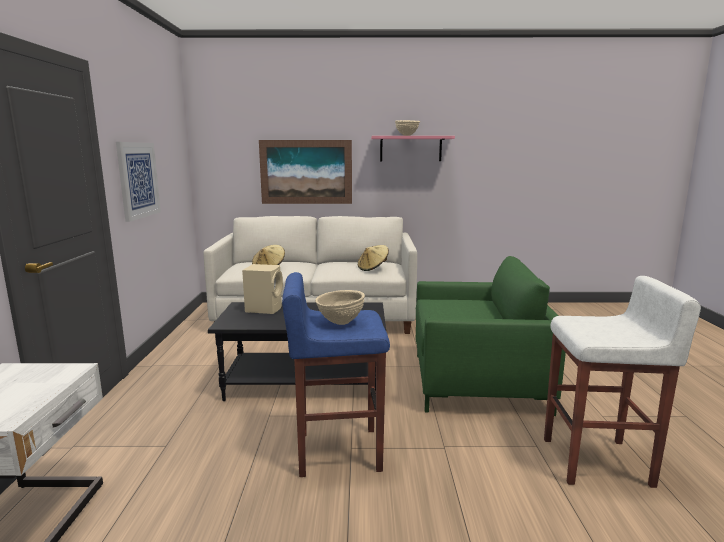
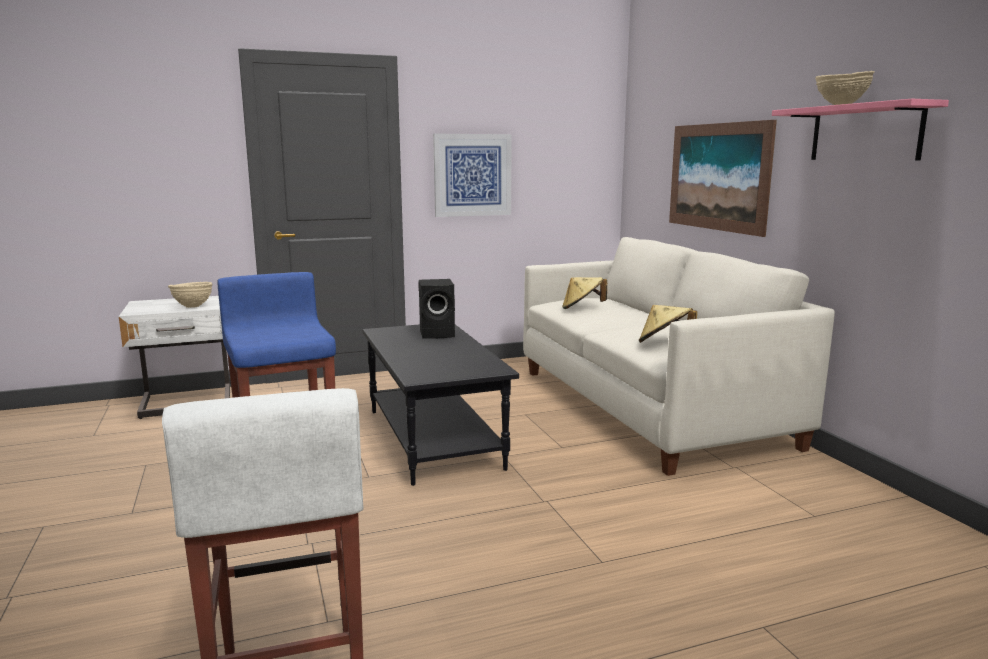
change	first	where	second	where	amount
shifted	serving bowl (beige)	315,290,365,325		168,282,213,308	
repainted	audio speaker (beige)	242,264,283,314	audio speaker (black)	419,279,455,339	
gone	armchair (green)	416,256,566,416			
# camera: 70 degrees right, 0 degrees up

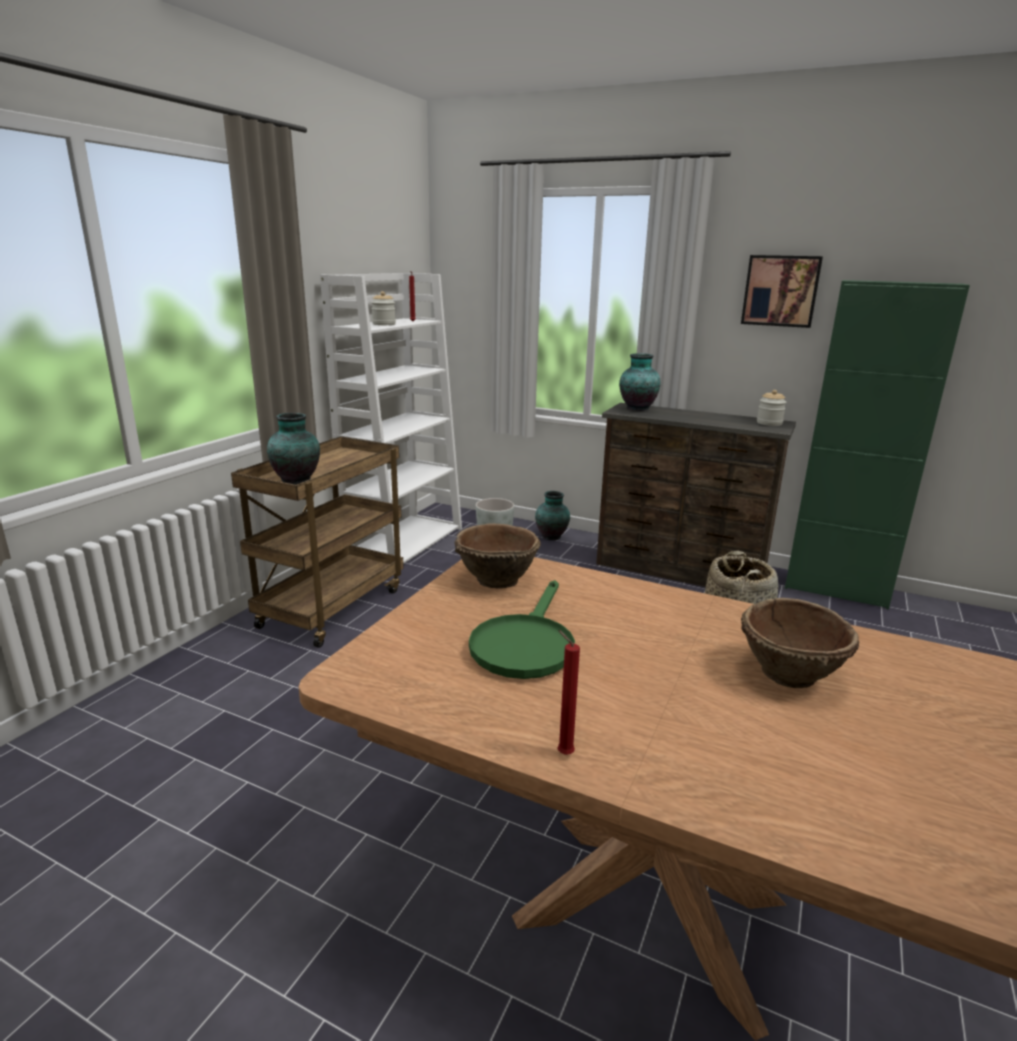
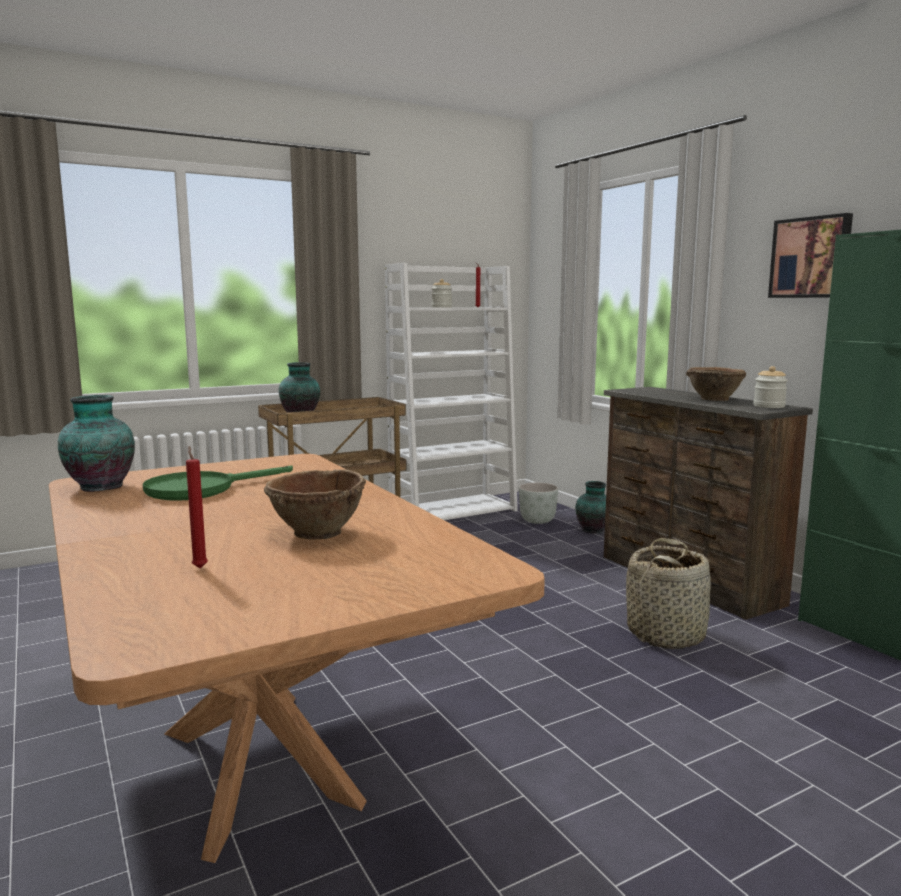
change	first	where	second	where	amount
shifted	vase	619,353,661,411		58,395,135,492	
shifted	candle (reddish)	557,630,580,755		186,446,208,568	
shifted	serving bowl (brown-coloured)	454,523,541,589		686,367,746,401	
# camera: 35 degrees right, 10 degrees down

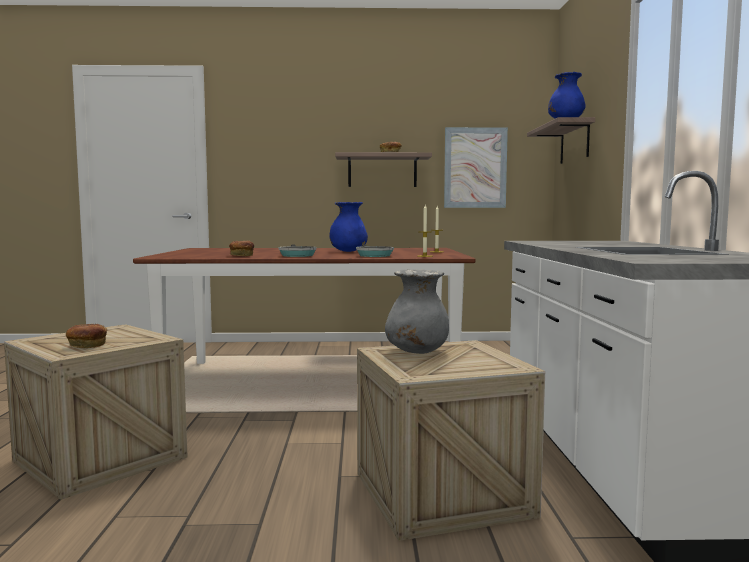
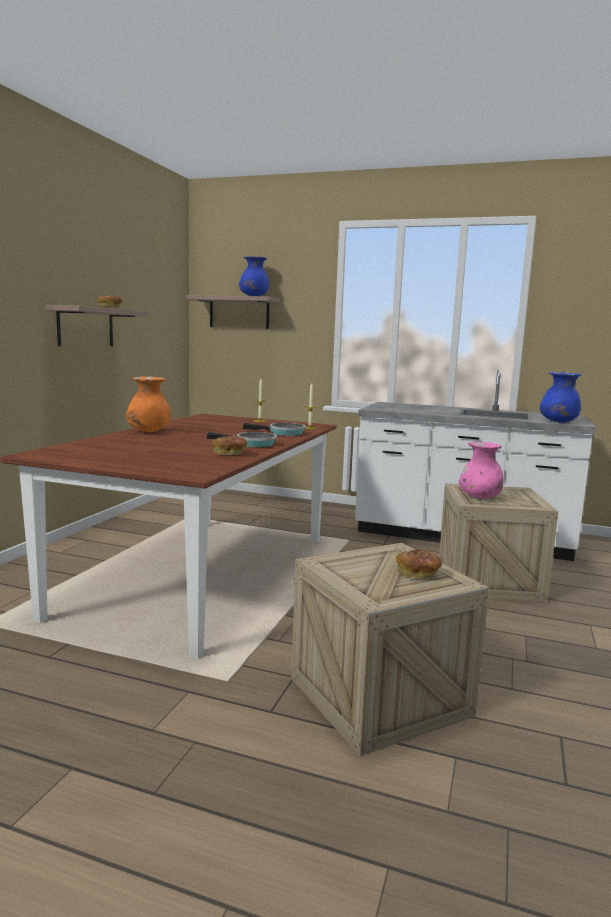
change	first	where	second	where	amount
new			vase (orange-coloured)	126,376,171,432	
repainted	vase (grey)	385,269,449,354	vase (pinkish)	459,442,504,498	
shifted	vase (blue)	329,202,368,252		540,372,581,423	
gone	wall picture	444,127,508,208			
# camera: 70 degrees left, 5 degrees up

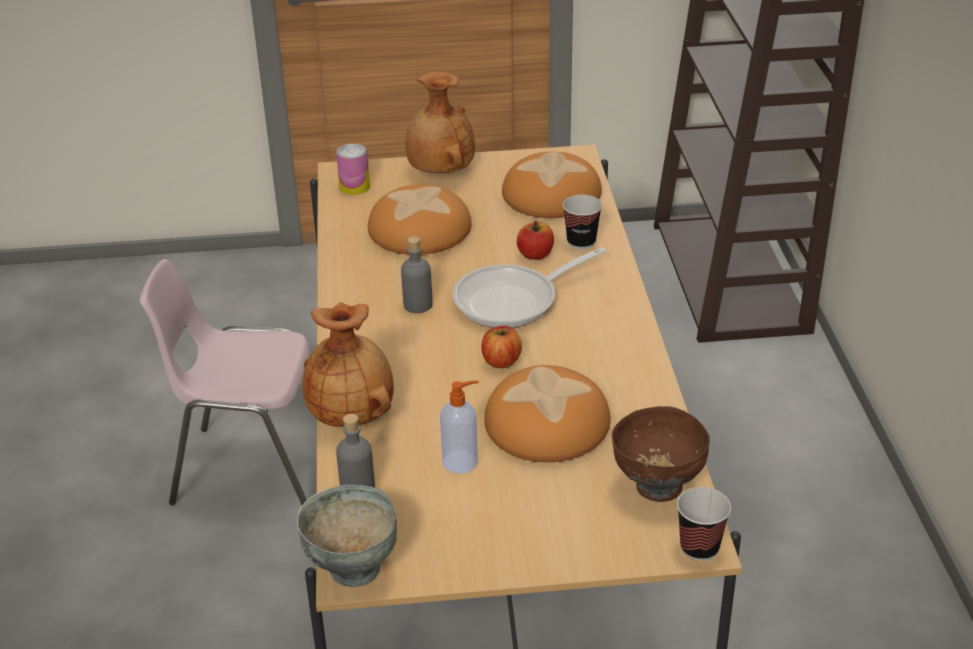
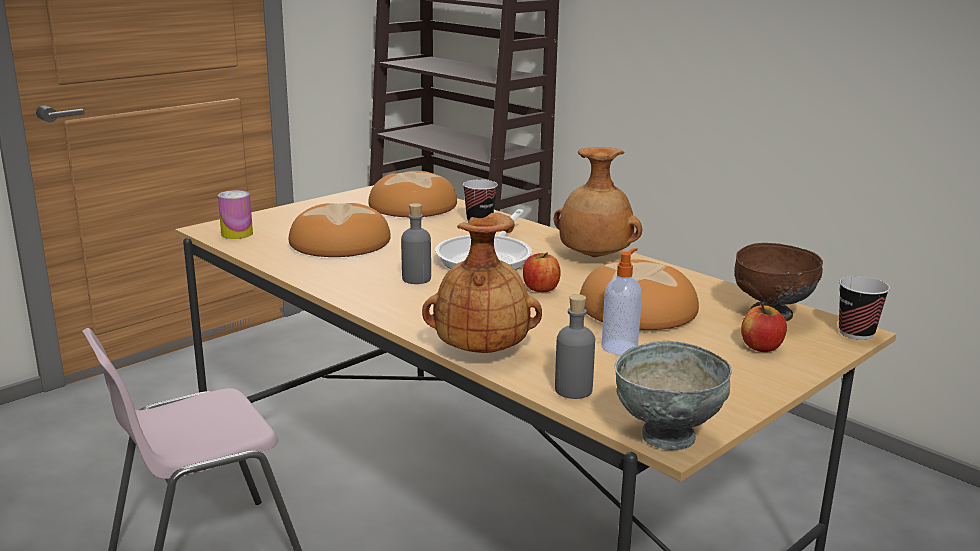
change	first	where	second	where	amount
shifted	vase (brown-coloured)	405,72,475,173		554,147,642,257	
shifted	apple fruit	517,221,554,260		741,304,787,352	
# camera: 40 degrees left, 15 degrees down

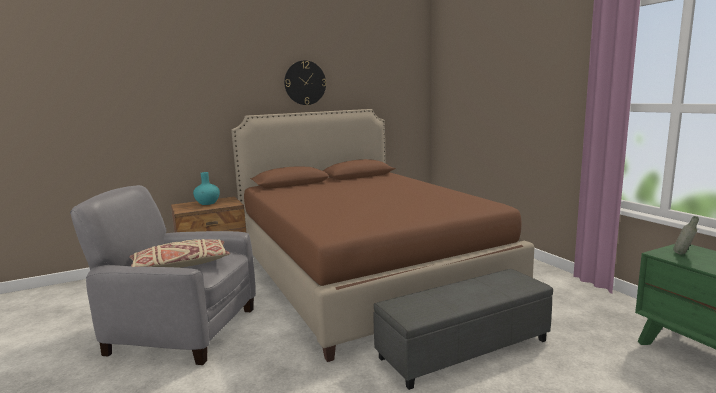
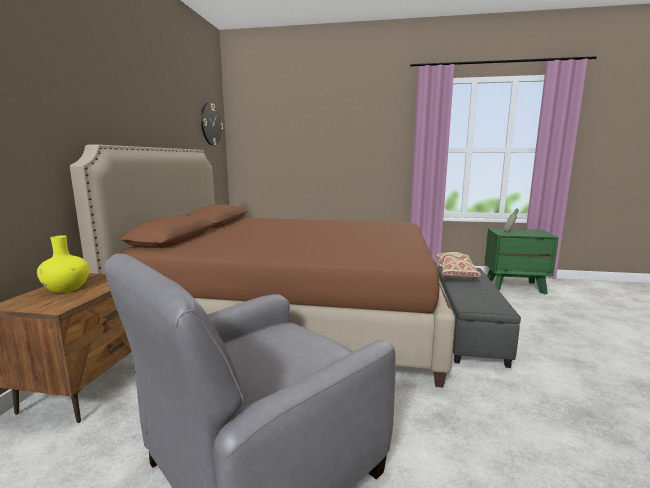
change	first	where	second	where	amount
repainted	vase (blue-green)	193,172,220,205	vase (yellow)	37,235,89,293	
shifted	wall clock	284,60,326,105		201,102,223,145	
shifted	pillow (beige)	129,239,230,268		436,252,481,280	
# camera: 55 degrees left, 0 degrees up

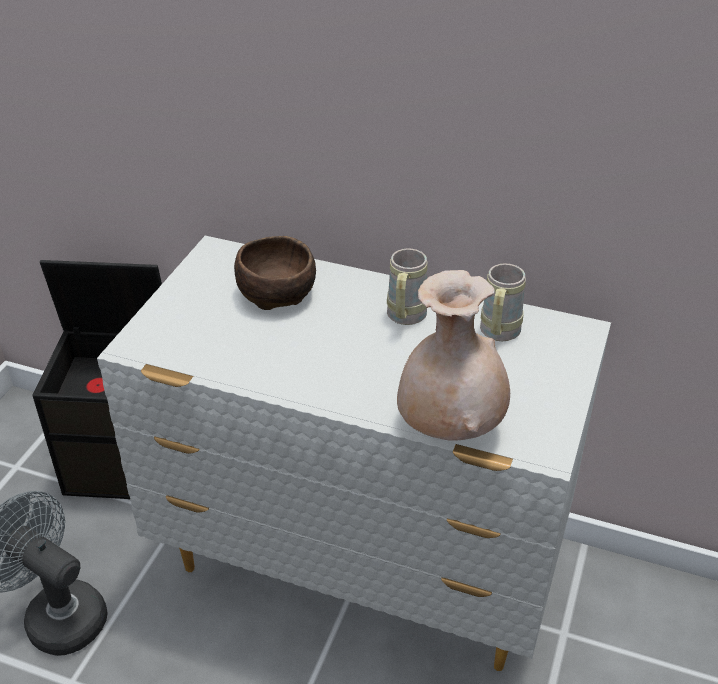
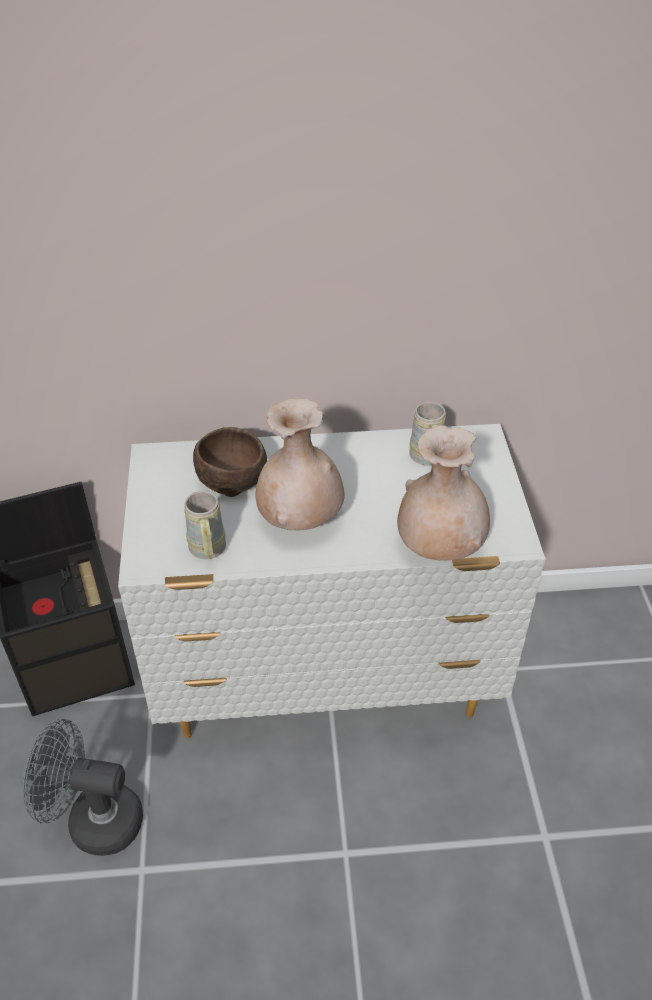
change	first	where	second	where	amount
shifted	mug (beige)	387,248,428,325		184,491,226,559	
new			vase (beige)	256,398,345,531	
# camera: 25 degrees left, 5 degrees up

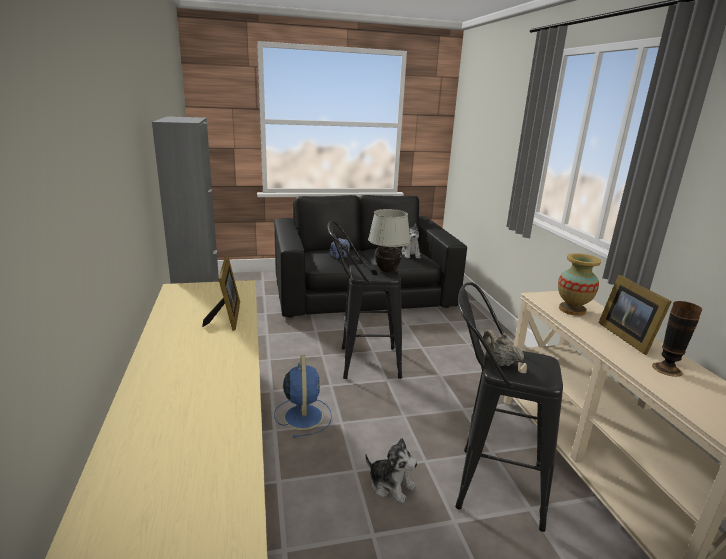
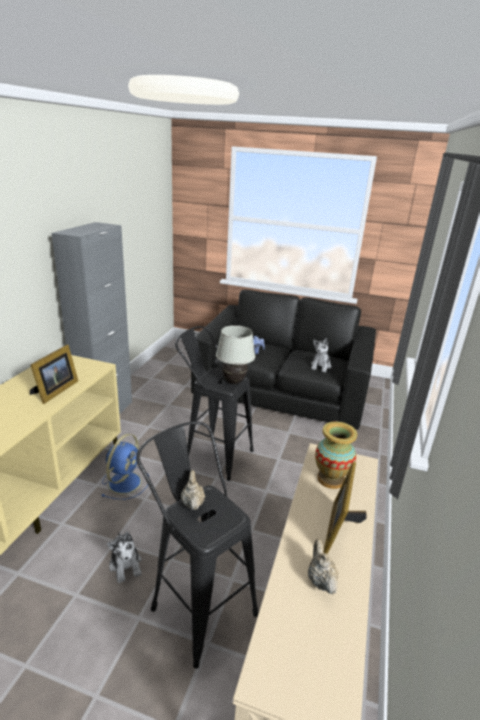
change	first	where	second	where	amount
swapped	vase	652,301,702,377	tea pot (beige)	308,539,339,595	
# camera: 30 degrees right, 5 degrees up

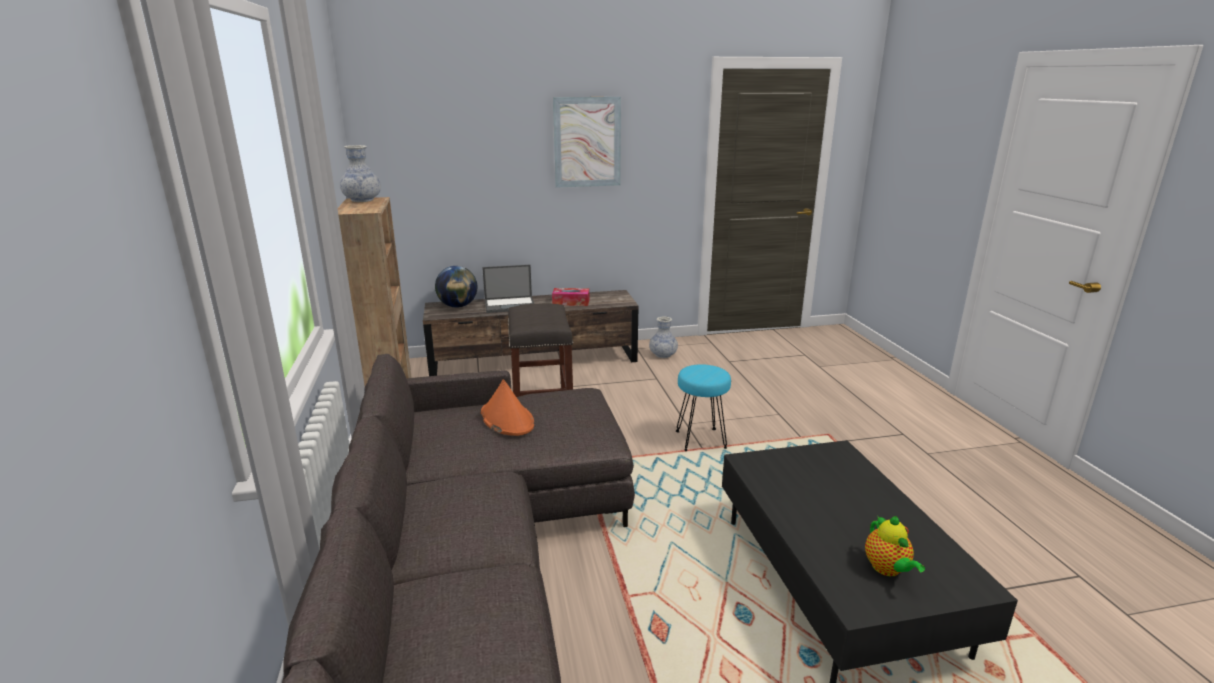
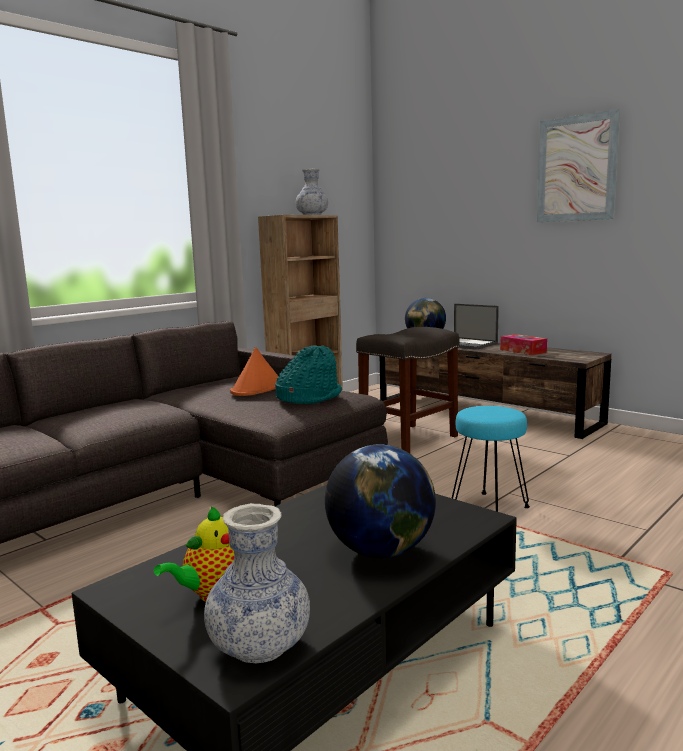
change	first	where	second	where	amount
shifted	vase	649,316,678,358		204,503,310,663	
new			wearable hat (blue-green)	275,346,342,404	
new			globe	325,444,436,558	
# camera: 55 degrees right, 10 degrees down

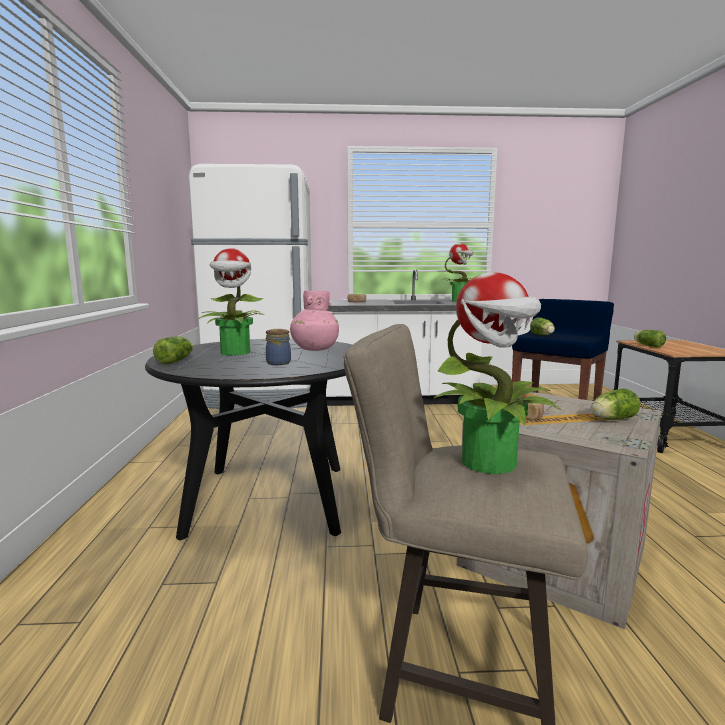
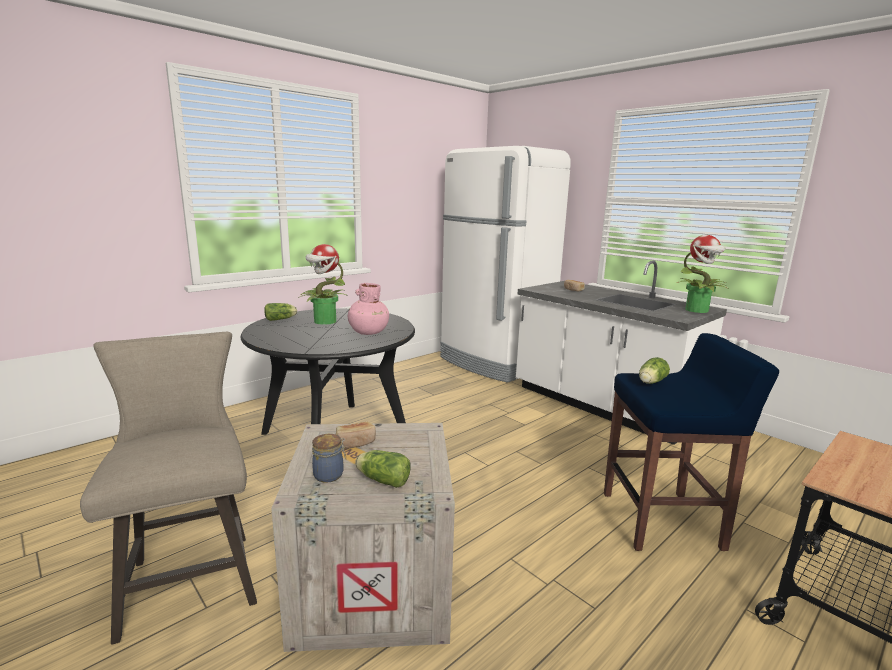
change	first	where	second	where	amount
shifted	preserve jar	266,329,291,365		312,434,346,483	
gone	houseplant	433,272,561,474			
gone	lettuce	634,330,666,347			
# camera: 50 degrees right, 5 degrees up

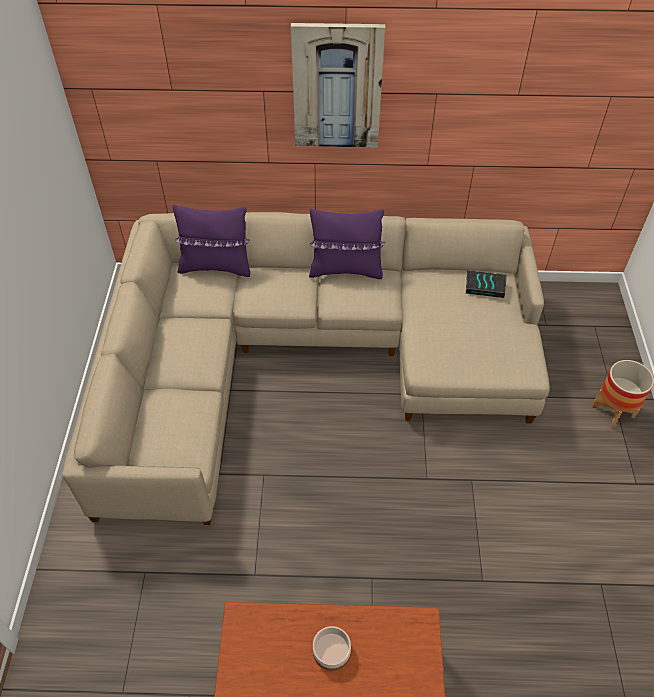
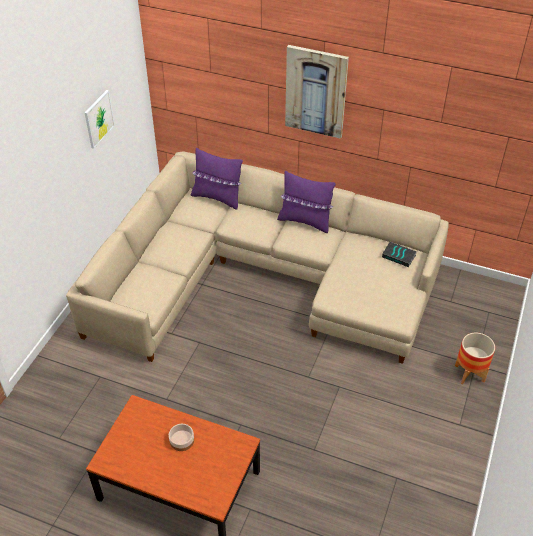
change	first	where	second	where	amount
new			wall picture	85,90,115,149	
# camera: 20 degrees right, 5 degrees down

